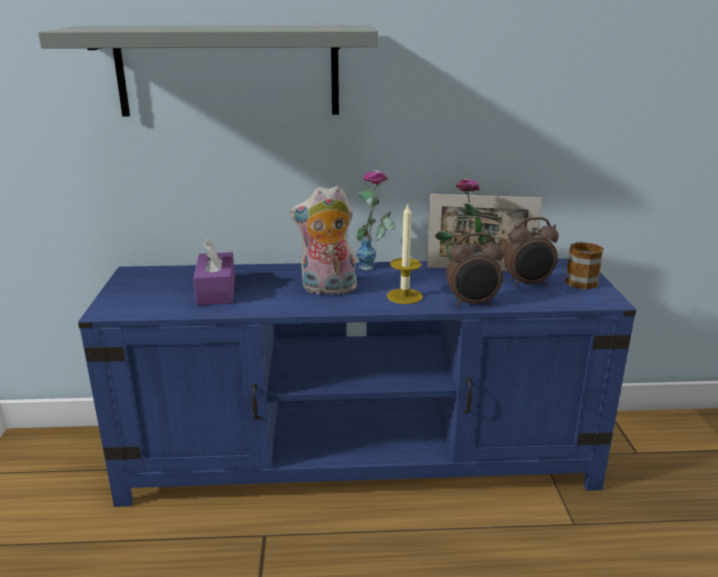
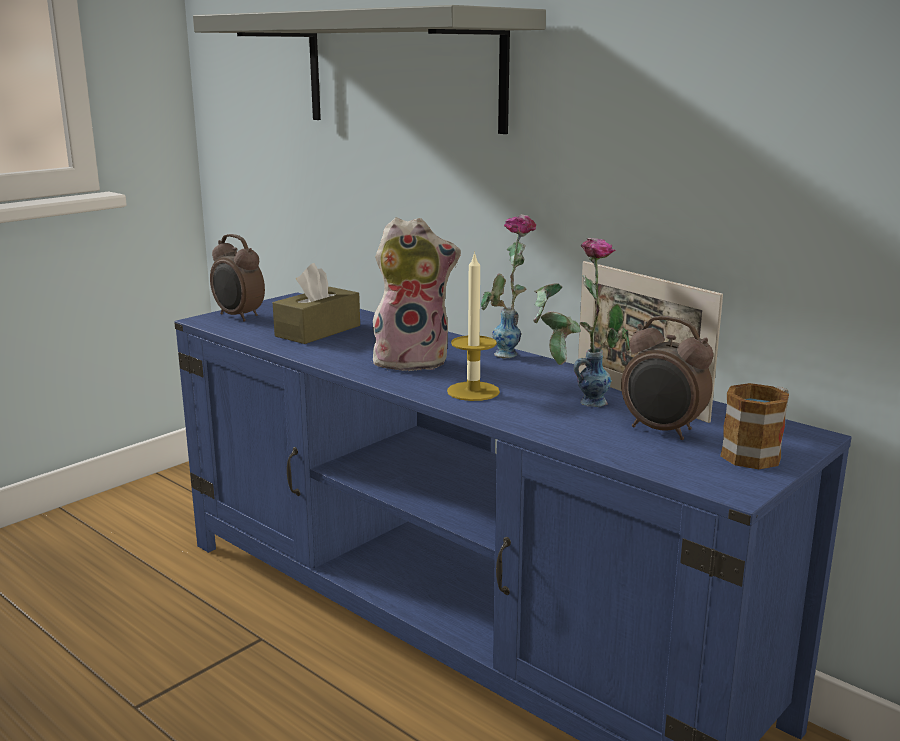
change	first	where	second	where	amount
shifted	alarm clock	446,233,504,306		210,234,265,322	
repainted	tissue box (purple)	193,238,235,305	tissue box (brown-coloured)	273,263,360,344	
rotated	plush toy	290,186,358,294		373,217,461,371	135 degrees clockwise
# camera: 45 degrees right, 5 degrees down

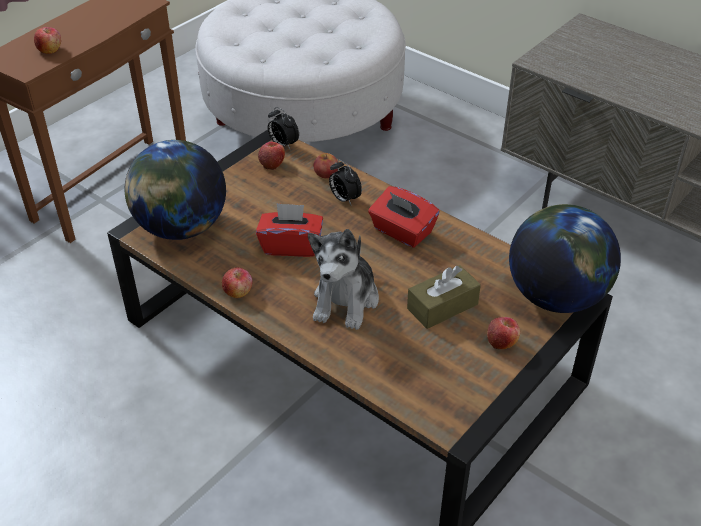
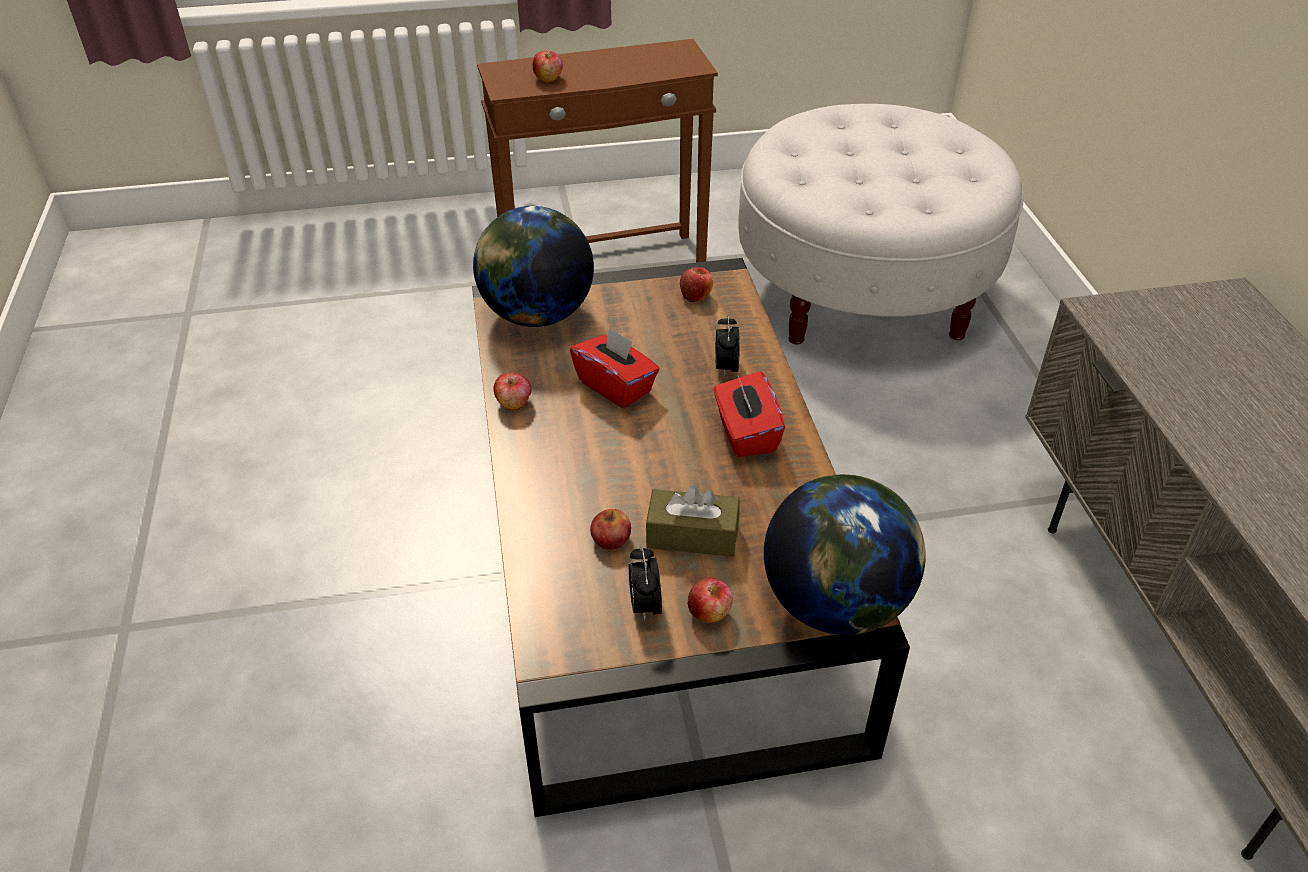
change	first	where	second	where	amount
shifted	apple fruit	313,153,338,178		590,509,631,550	
shifted	alarm clock	268,107,299,149		629,547,662,622	
gone	plush toy	308,229,379,330			
# camera: 40 degrees right, 0 degrees up

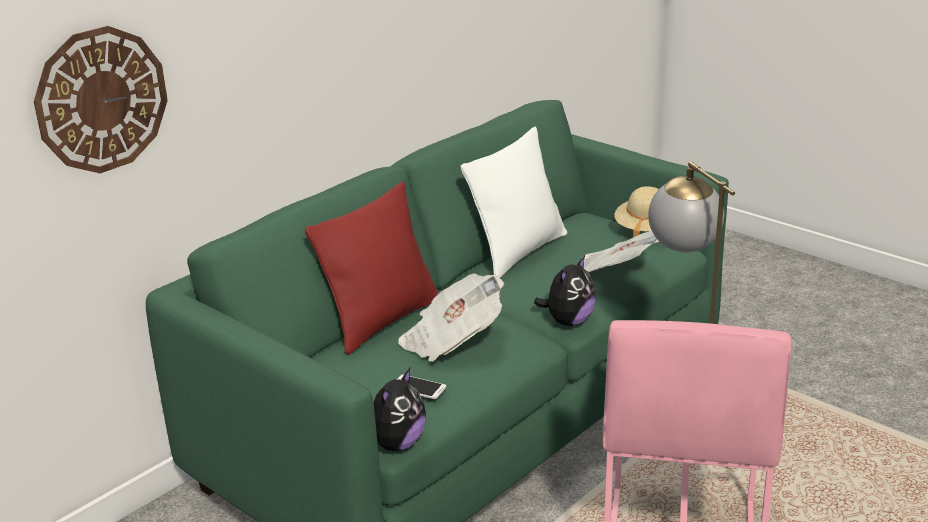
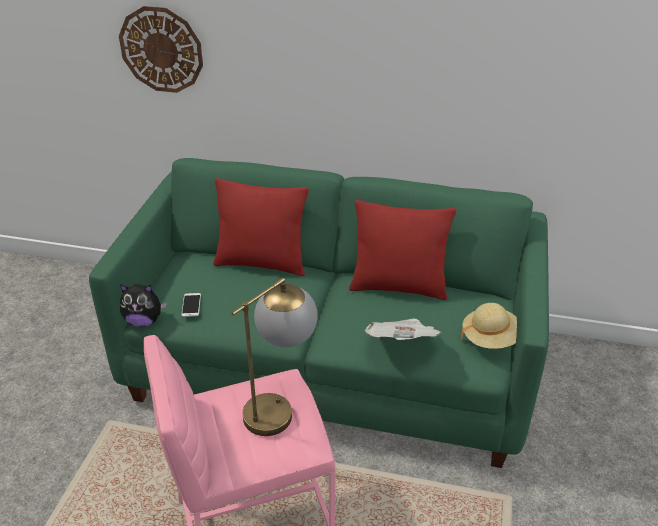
change	first	where	second	where	amount
repainted	pillow (whitish)	461,126,567,278	pillow (reddish)	349,200,456,300	
gone	newspaper	398,273,504,362			
gone	plush toy	534,256,596,326			
# camera: 60 degrees right, 10 degrees up

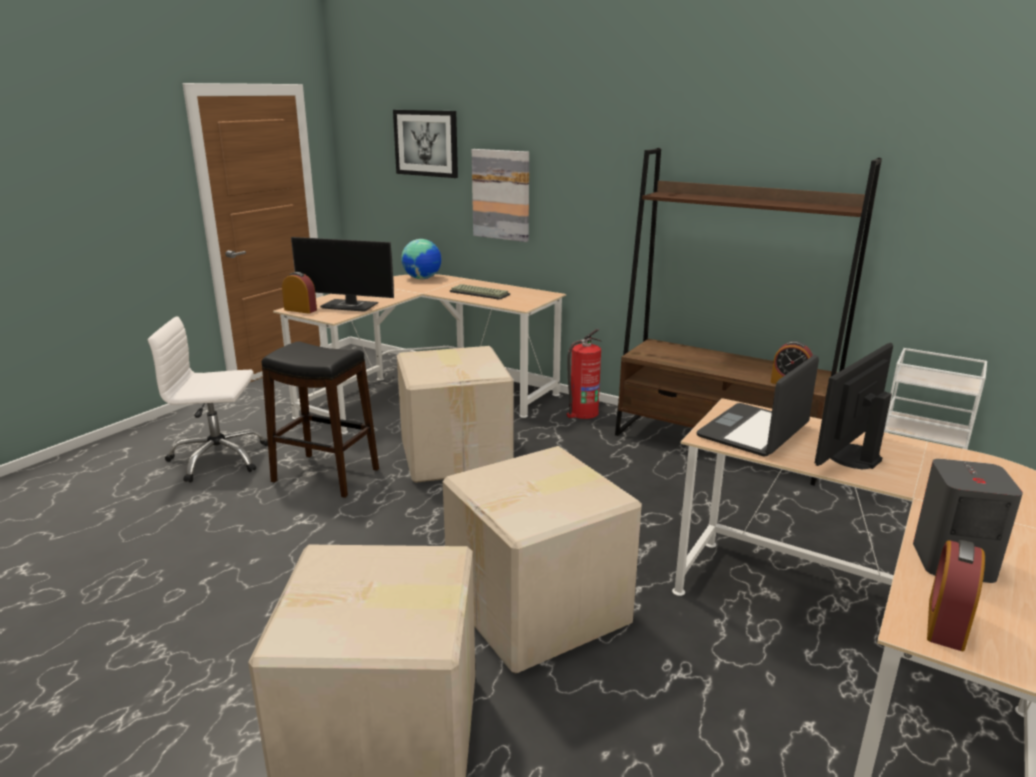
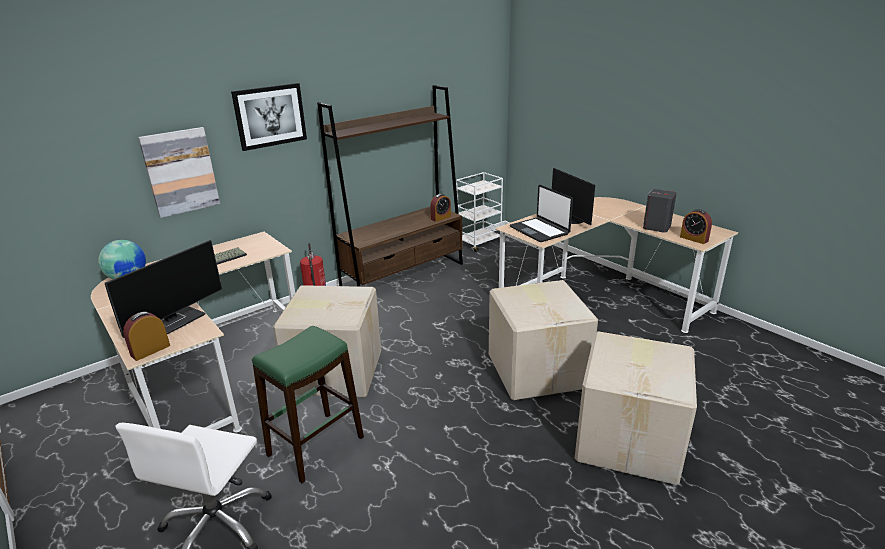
change	first	where	second	where	amount
shifted	wall picture	393,110,458,178		231,83,307,151	
repainted	stool seat (black)	262,341,379,498	stool seat (green)	252,326,364,483	
# camera: 70 degrees left, 5 degrees up

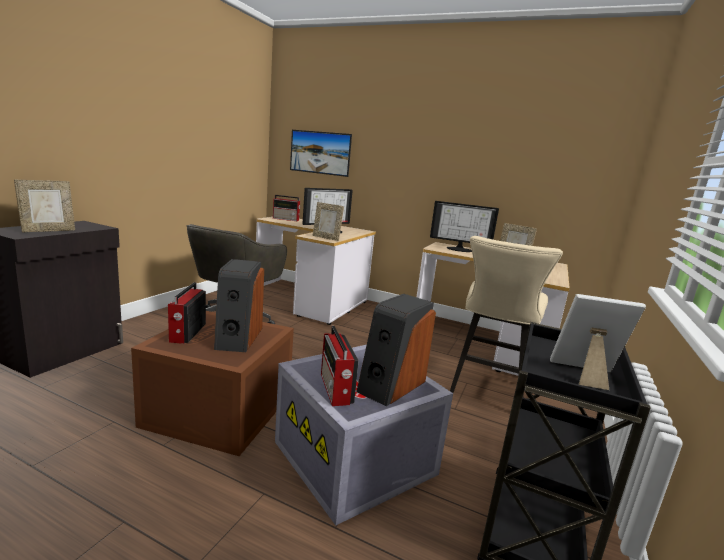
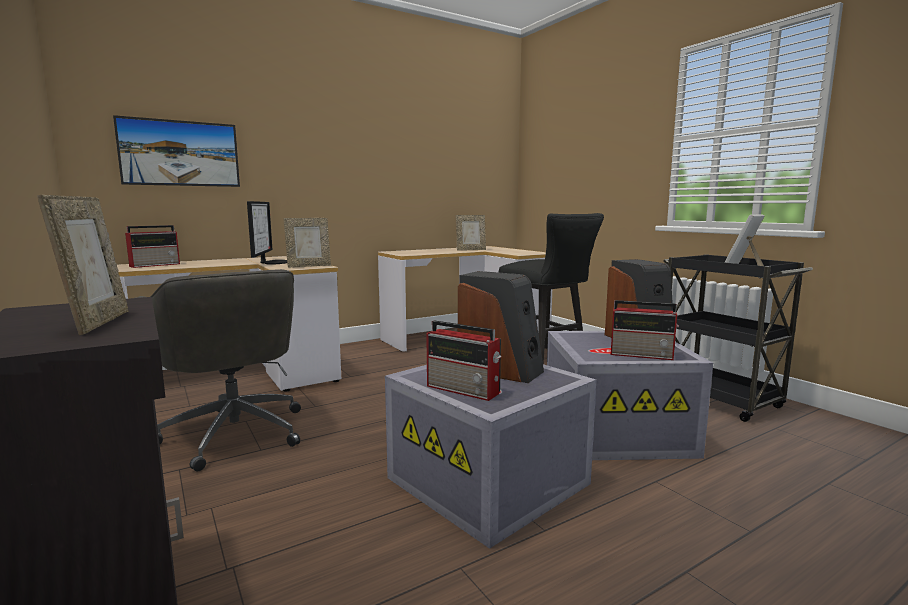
change	first	where	second	where	amount
repainted	storage bin (brown-coloured)	131,311,294,456	storage bin (grey)	385,364,596,549	
repainted	stool seat (beige)	450,236,563,393	stool seat (black)	499,213,604,364	
gone	monitor	430,201,499,252			
# camera: 55 degrees left, 5 degrees down

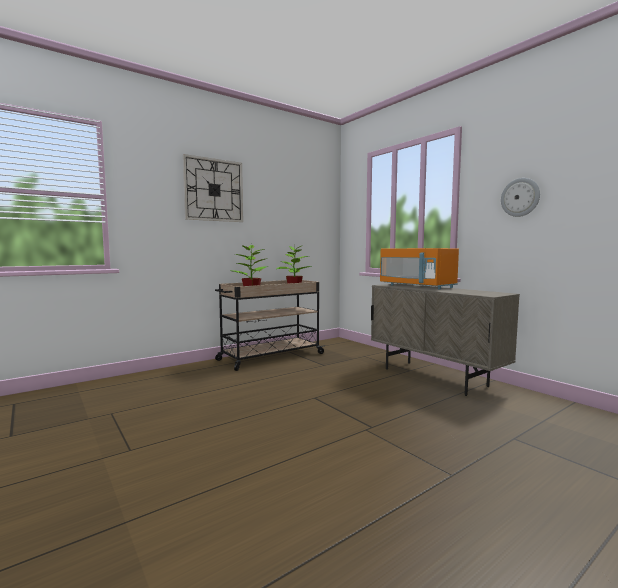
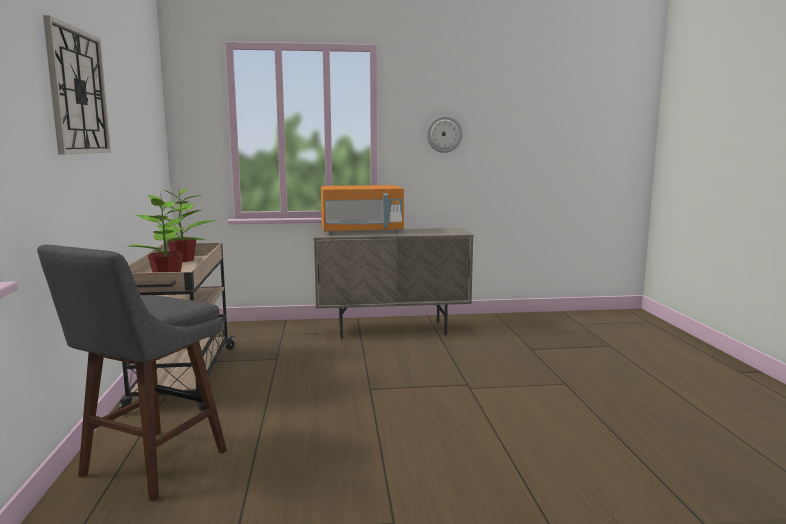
change	first	where	second	where	amount
new			stool seat (grey)	37,245,227,502	
# camera: 60 degrees left, 5 degrees up

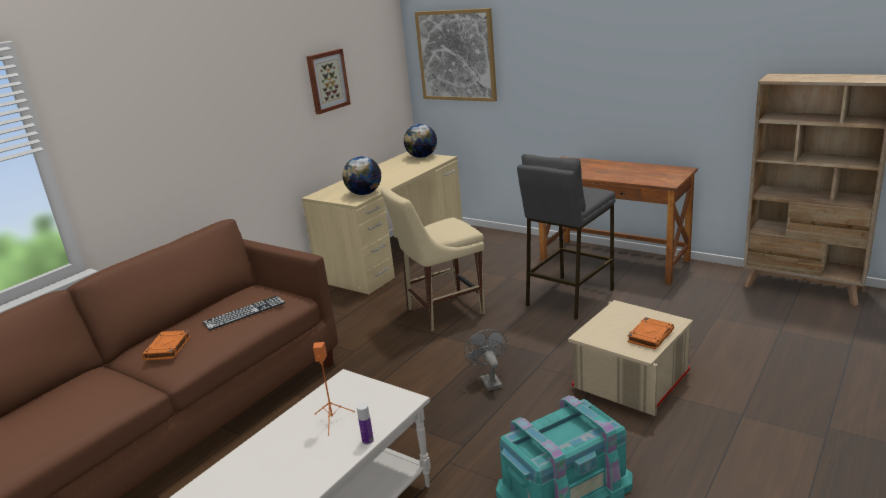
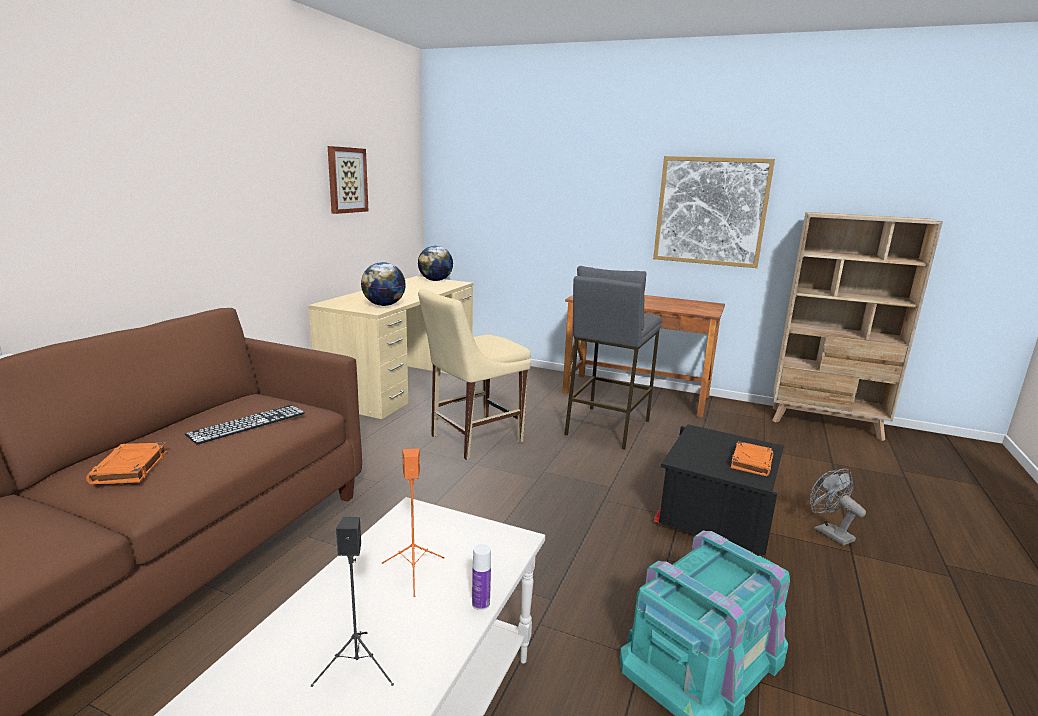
change	first	where	second	where	amount
new			audio speaker (black)	311,517,394,687	
shifted	wall picture	415,8,497,102		653,156,775,268	
repainted	storage bin (beige)	568,300,693,416	storage bin (black)	654,424,784,555	
shifted	electric fan (grey)	464,329,507,391		810,468,866,546	
# camera: 15 degrees left, 5 degrees down

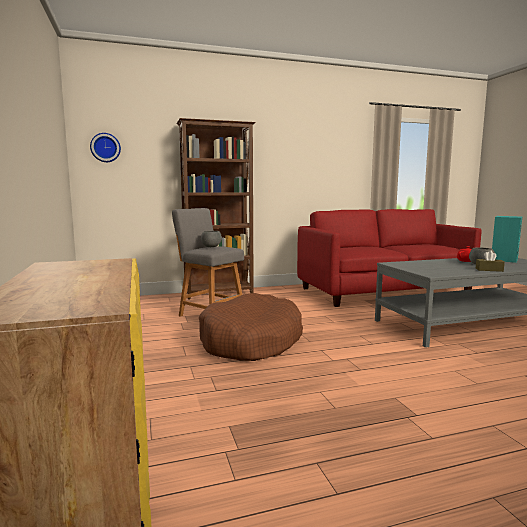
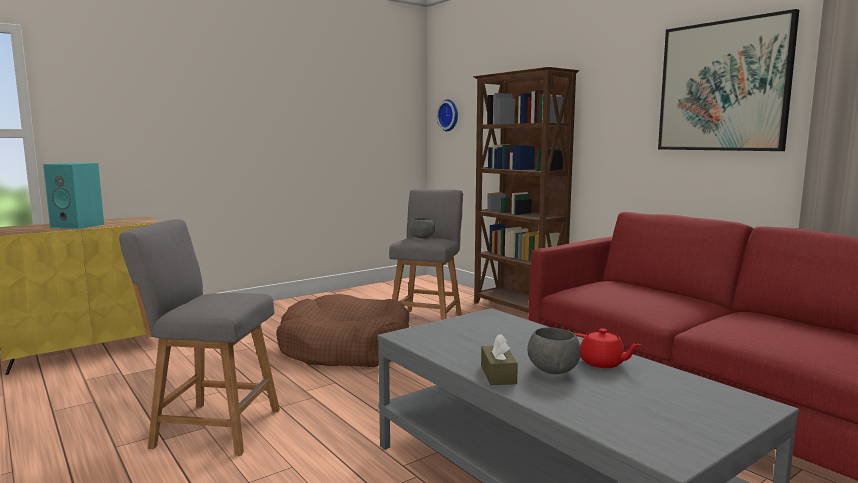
change	first	where	second	where	amount
shifted	audio speaker (blue-green)	492,216,522,263		43,163,104,229	
new			stool seat (grey)	119,219,280,456	
new			wall picture	658,9,799,151	
# camera: 70 degrees right, 0 degrees up

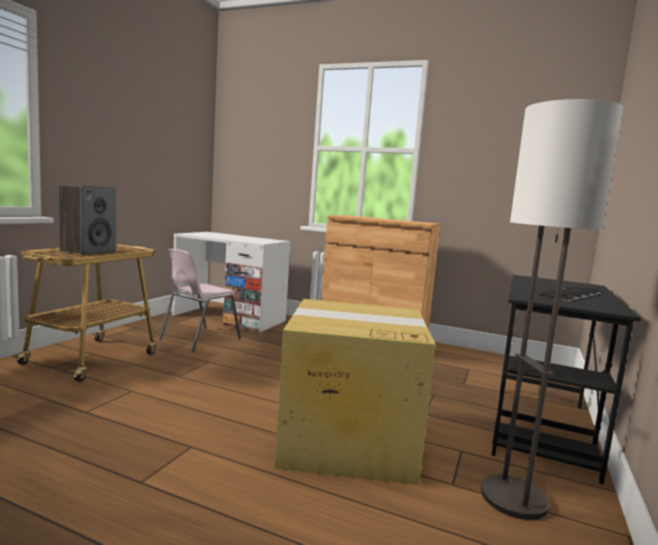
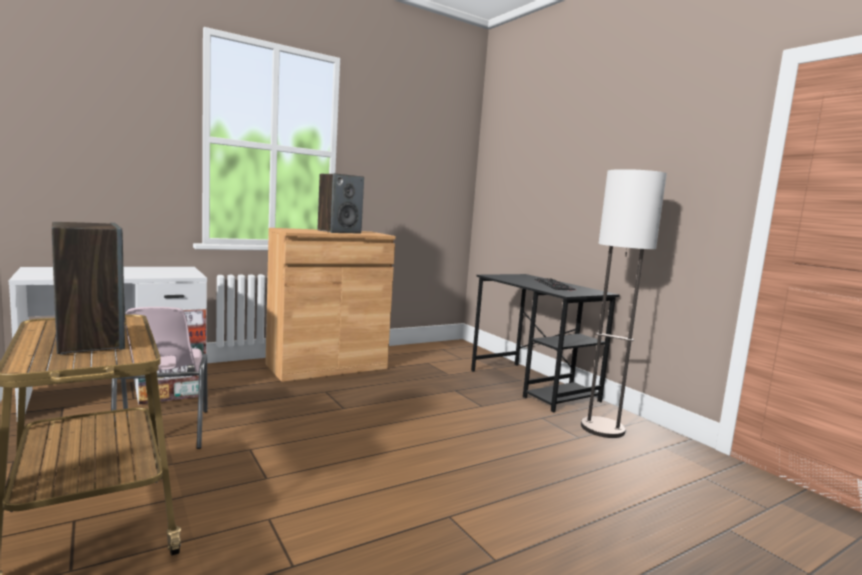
change	first	where	second	where	amount
new			audio speaker	318,173,364,233	
gone	carton	275,299,436,485			
# camera: 55 degrees left, 0 degrees up

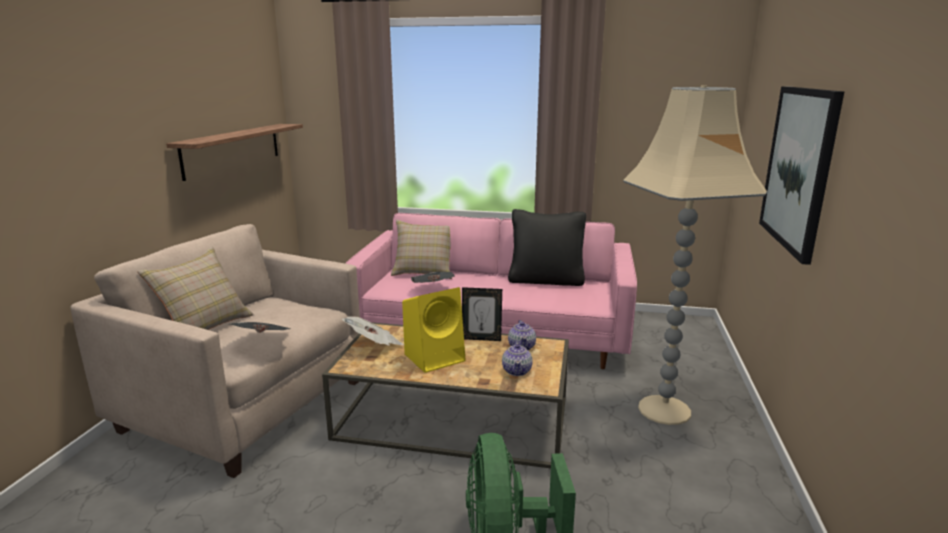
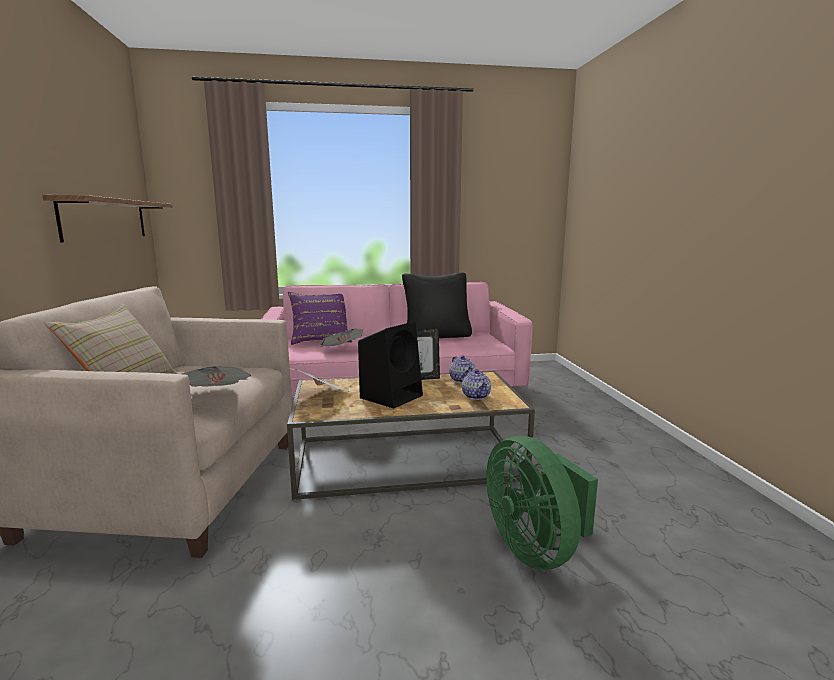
change	first	where	second	where	amount
repainted	pillow (beige)	391,220,452,279	pillow (purple)	288,292,352,345	
repainted	audio speaker (yellow)	402,287,465,373	audio speaker (black)	358,321,423,409	
gone	floor lamp (beige)	623,86,767,425			
gone	wall picture	759,86,844,265			
# camera: 20 degrees left, 5 degrees down

